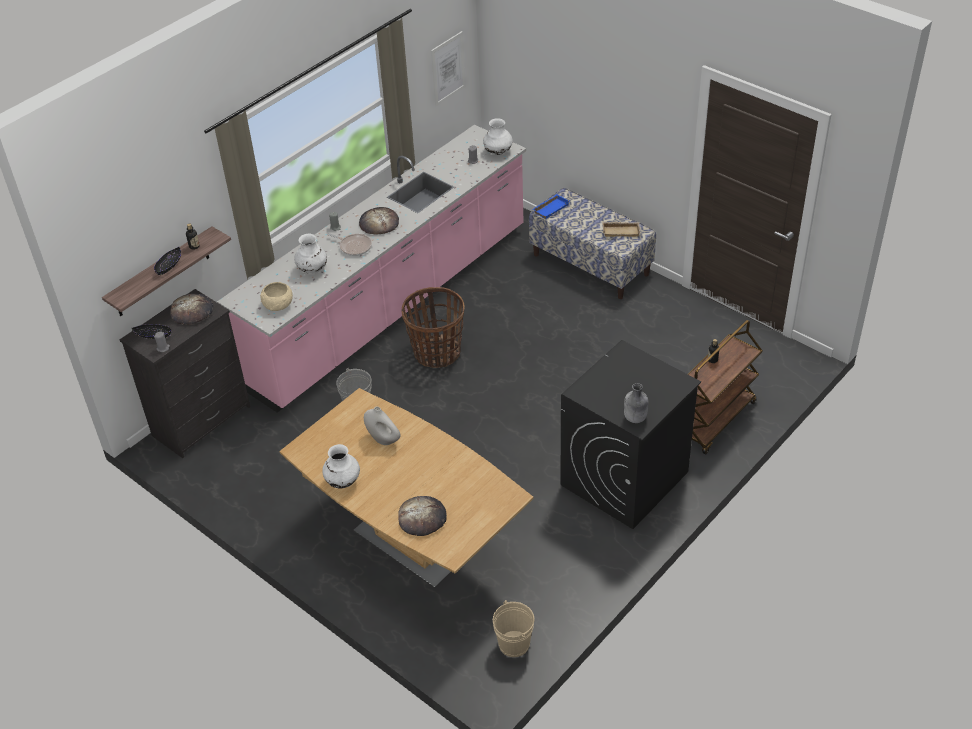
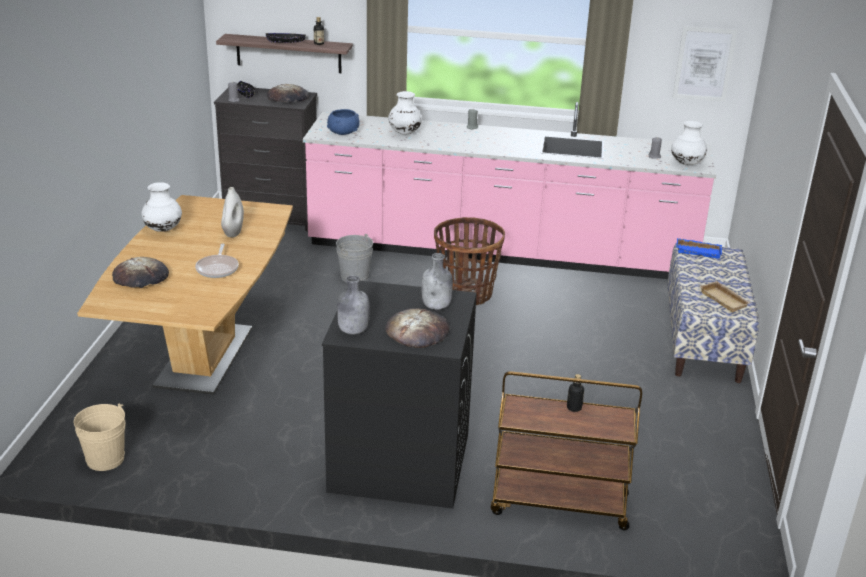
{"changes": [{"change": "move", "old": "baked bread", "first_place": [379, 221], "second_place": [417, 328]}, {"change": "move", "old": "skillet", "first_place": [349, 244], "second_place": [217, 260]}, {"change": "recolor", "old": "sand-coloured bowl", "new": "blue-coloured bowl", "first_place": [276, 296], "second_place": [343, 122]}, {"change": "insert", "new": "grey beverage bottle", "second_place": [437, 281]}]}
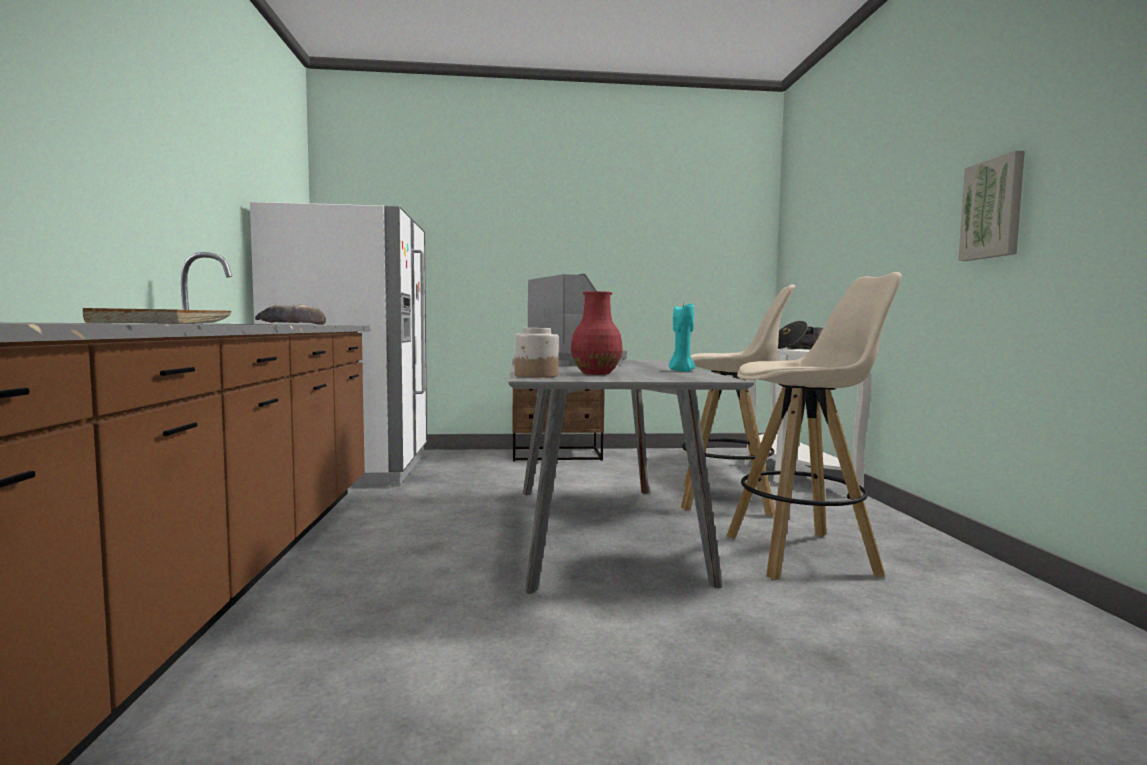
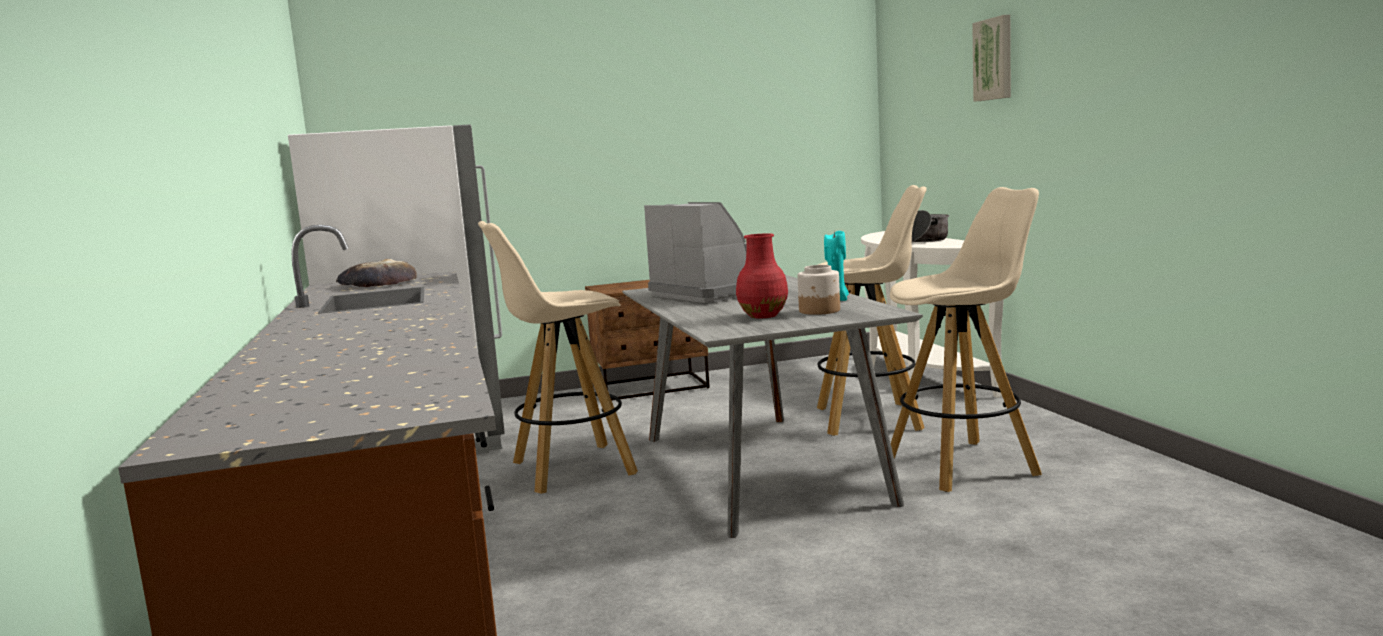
{"changes": [{"change": "move", "old": "wall picture", "first_place": [991, 205], "second_place": [991, 58]}, {"change": "delete", "old": "sand-coloured carrying tray", "first_place": [157, 316]}, {"change": "move", "old": "preserve jar", "first_place": [537, 353], "second_place": [818, 290]}, {"change": "insert", "new": "sand-coloured stool seat", "second_place": [558, 357]}]}
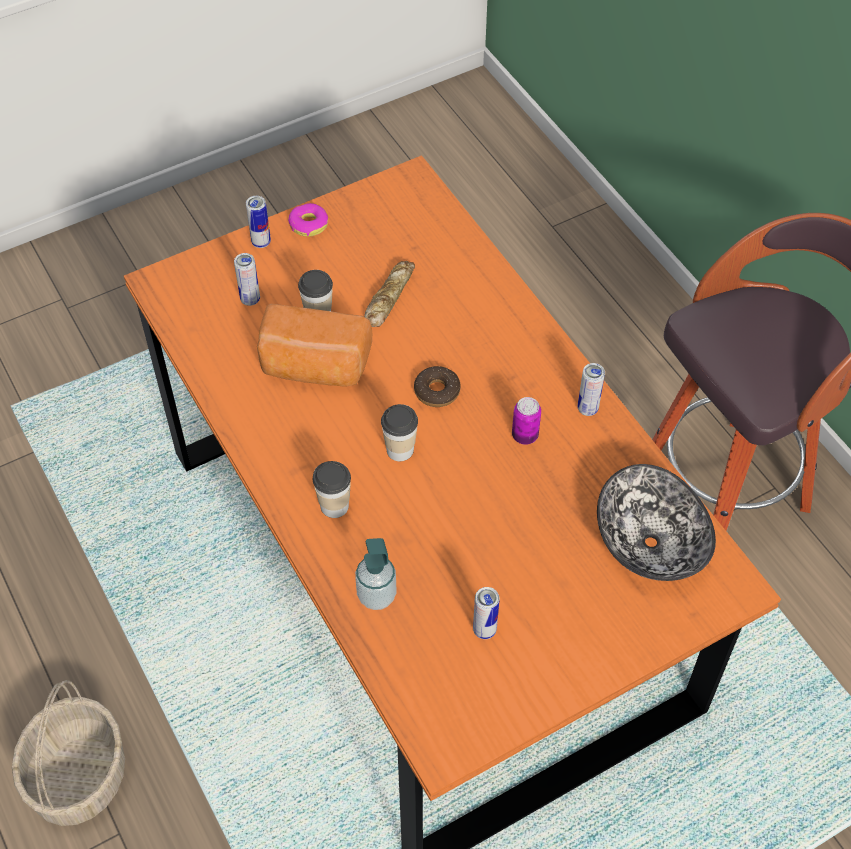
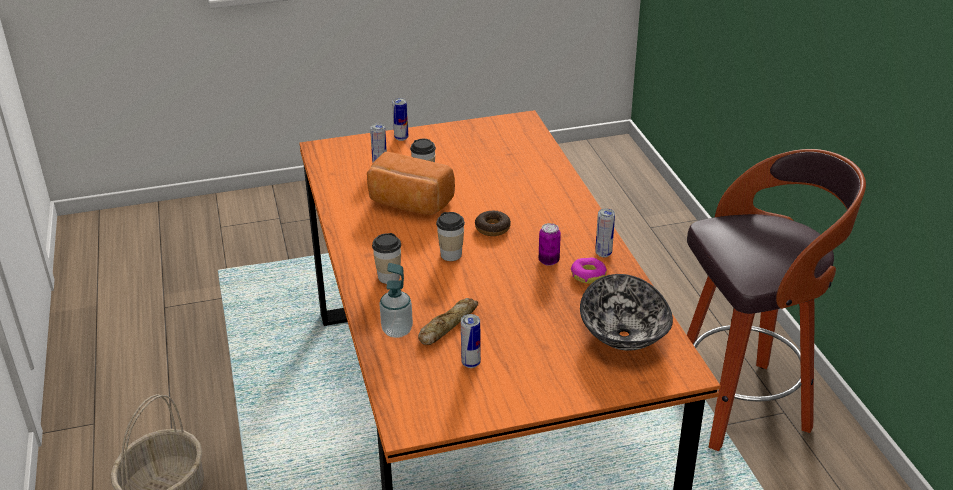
{"changes": [{"change": "move", "old": "donut", "first_place": [308, 220], "second_place": [589, 271]}, {"change": "move", "old": "baked bread", "first_place": [389, 294], "second_place": [448, 321]}]}
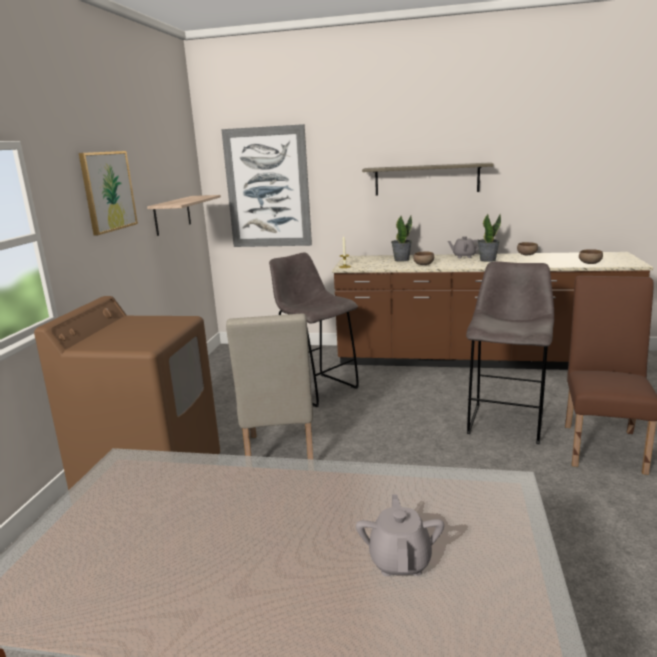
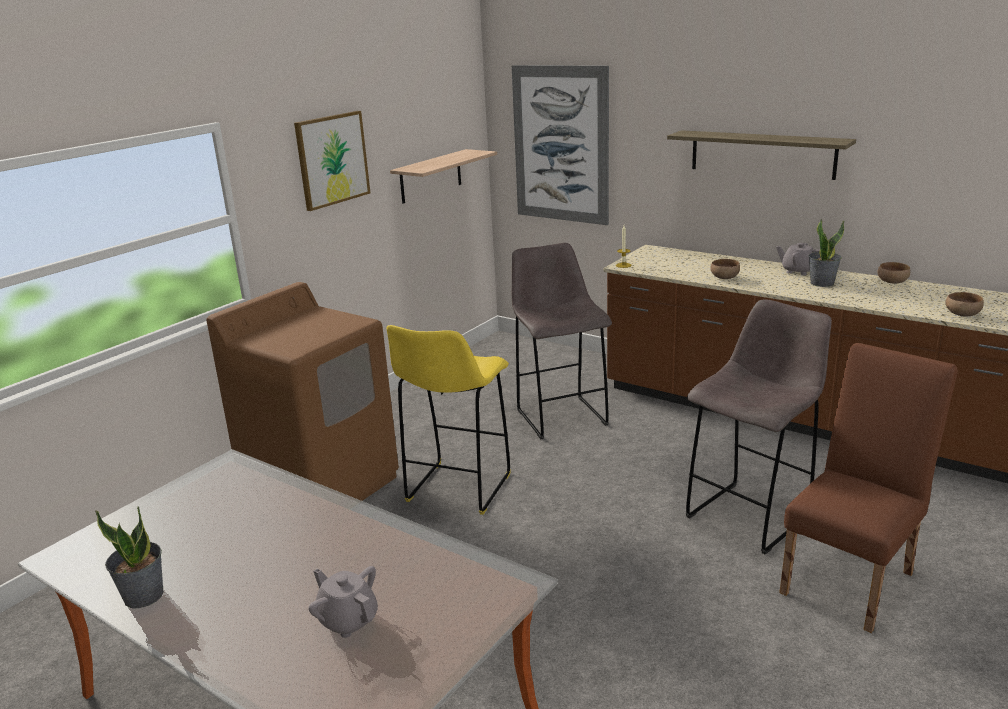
{"changes": [{"change": "move", "old": "potted plant", "first_place": [401, 239], "second_place": [129, 557]}, {"change": "replace", "old": "sand-coloured upright chair", "new": "yellow stool seat", "first_place": [269, 386], "second_place": [449, 420]}, {"change": "rotate", "old": "grey pot for tea", "first_place": [400, 535], "second_place": [343, 602], "degrees": -75}]}
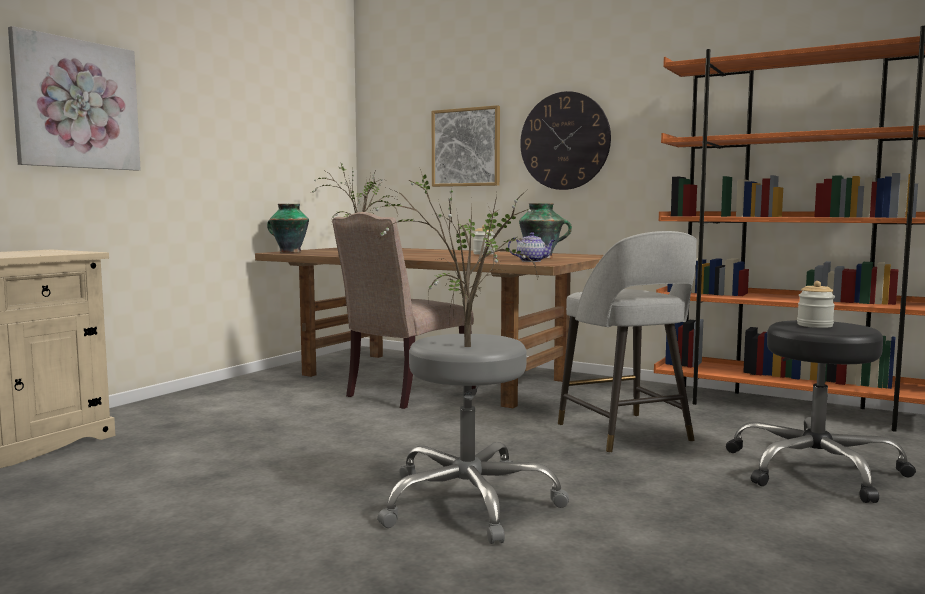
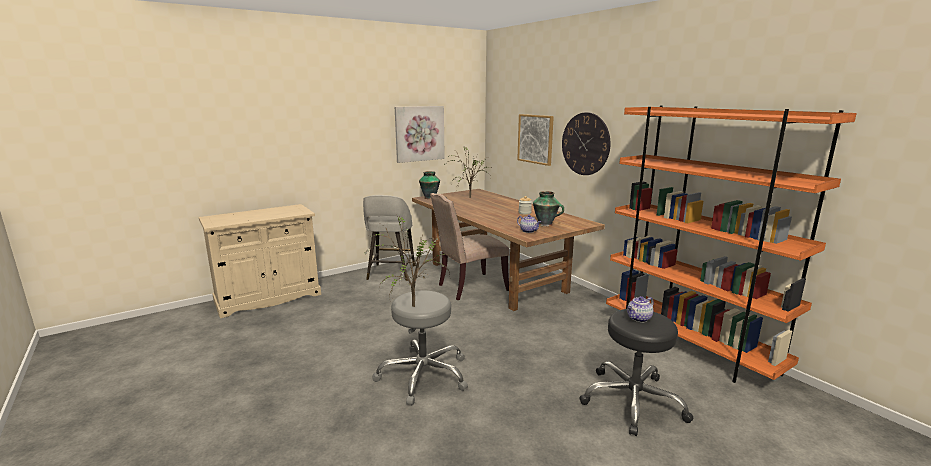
{"changes": [{"change": "move", "old": "wall picture", "first_place": [74, 98], "second_place": [420, 134]}, {"change": "move", "old": "grey stool seat", "first_place": [627, 342], "second_place": [389, 238]}, {"change": "replace", "old": "preserve jar", "new": "pot for tea", "first_place": [816, 304], "second_place": [640, 309]}]}
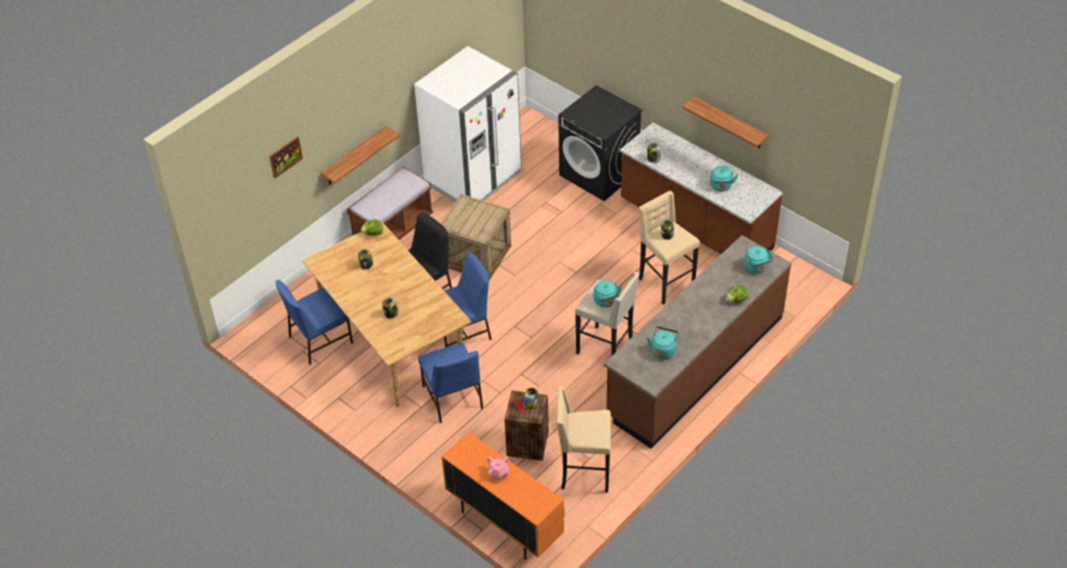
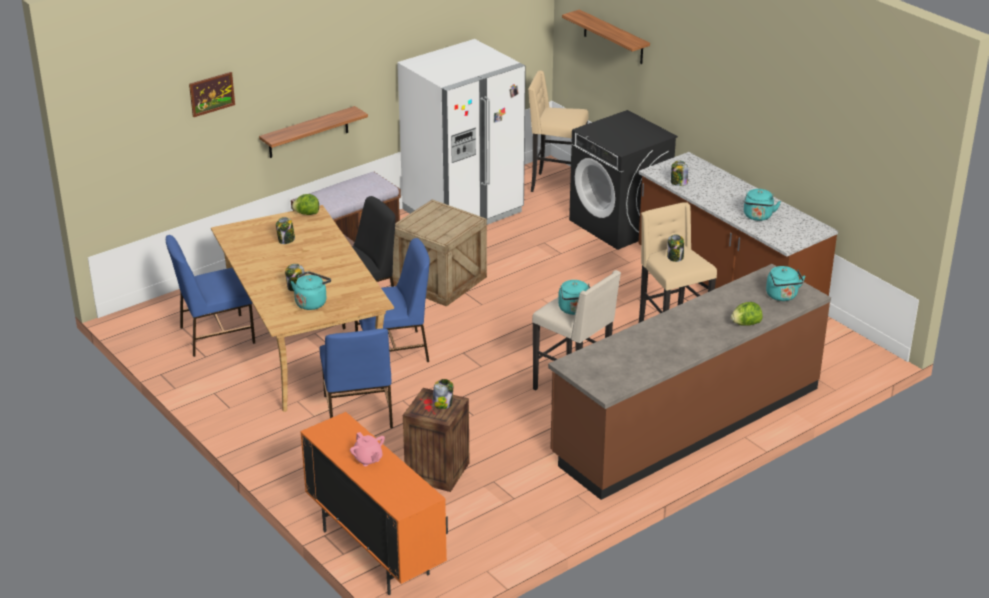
{"changes": [{"change": "move", "old": "shelf", "first_place": [725, 122], "second_place": [606, 36]}, {"change": "move", "old": "turquoise kettle", "first_place": [663, 343], "second_place": [311, 290]}, {"change": "move", "old": "sand-coloured stool seat", "first_place": [583, 439], "second_place": [558, 131]}]}
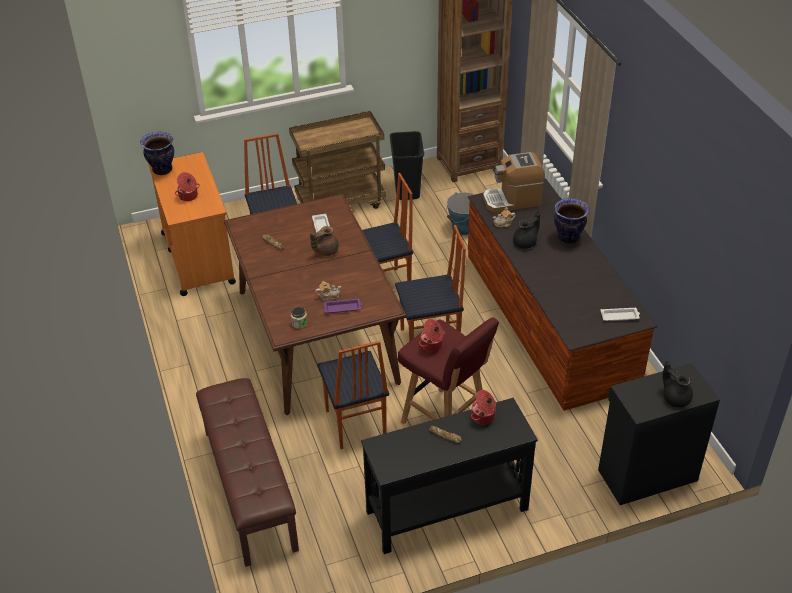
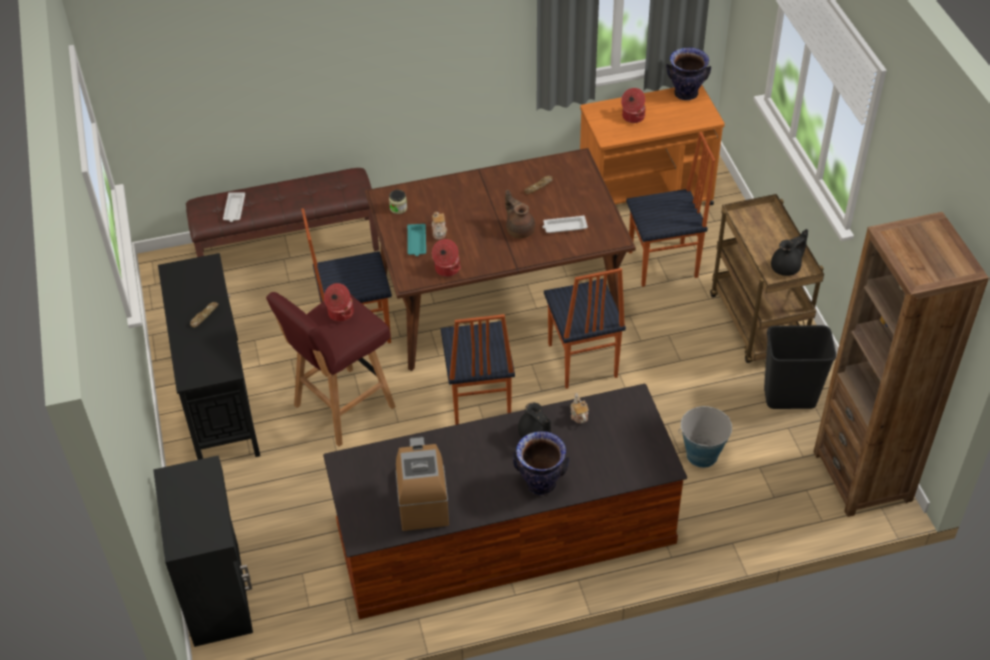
{"changes": [{"change": "move", "old": "coffee machine", "first_place": [514, 182], "second_place": [422, 483]}, {"change": "recolor", "old": "purple carrying tray", "new": "turquoise carrying tray", "first_place": [342, 306], "second_place": [416, 240]}, {"change": "move", "old": "white-coloured carrying tray", "first_place": [620, 314], "second_place": [234, 207]}, {"change": "move", "old": "black pot for tea", "first_place": [677, 384], "second_place": [789, 252]}, {"change": "move", "old": "stockpot", "first_place": [483, 407], "second_place": [446, 258]}]}
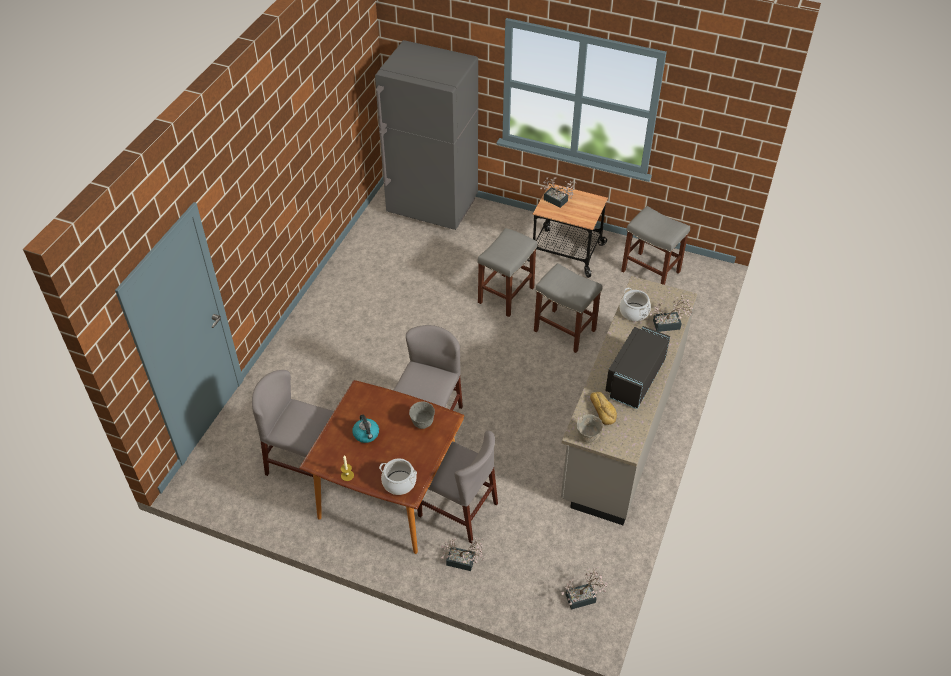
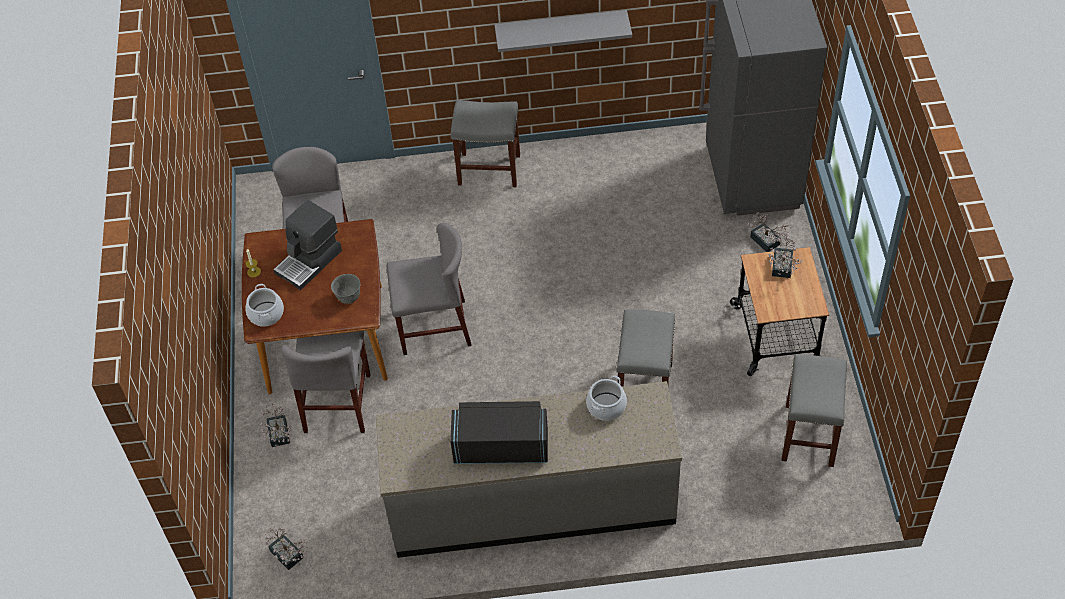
{"changes": [{"change": "move", "old": "grey stool seat", "first_place": [507, 272], "second_place": [485, 143]}, {"change": "move", "old": "potted plant", "first_place": [671, 313], "second_place": [768, 232]}, {"change": "delete", "old": "baked bread", "first_place": [603, 408]}, {"change": "delete", "old": "grey bowl", "first_place": [590, 428]}, {"change": "replace", "old": "kettle", "new": "coffee machine", "first_place": [365, 429], "second_place": [307, 245]}, {"change": "insert", "new": "grey shelf", "second_place": [563, 31]}]}
